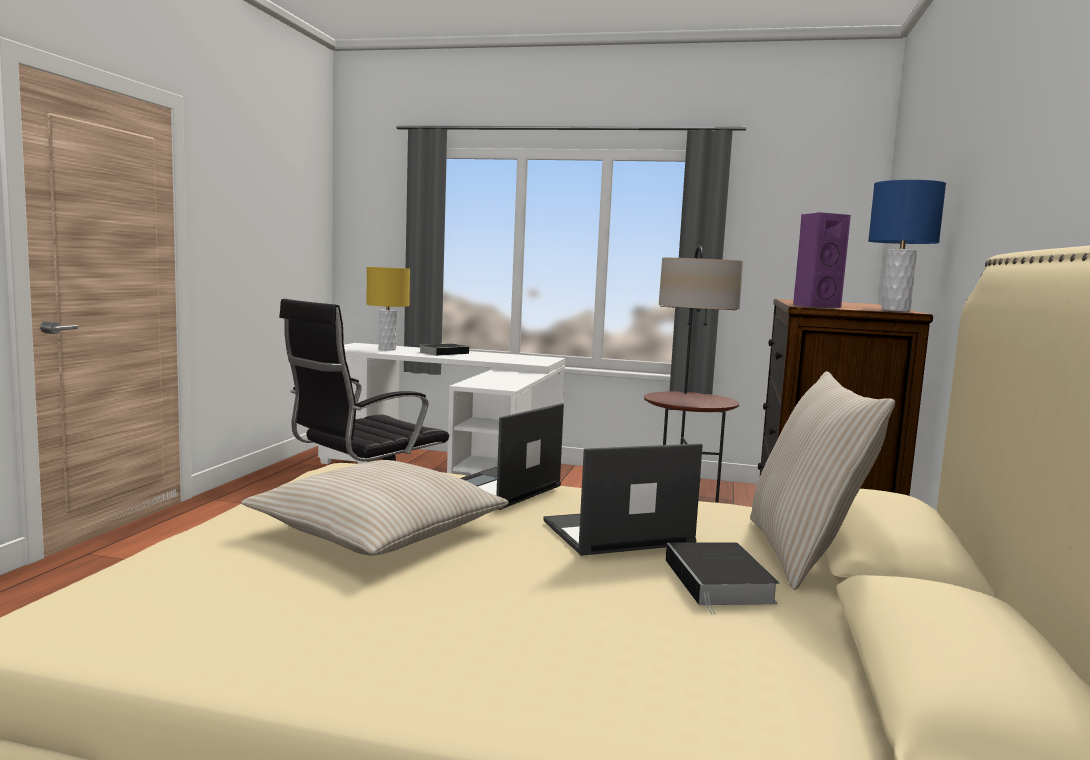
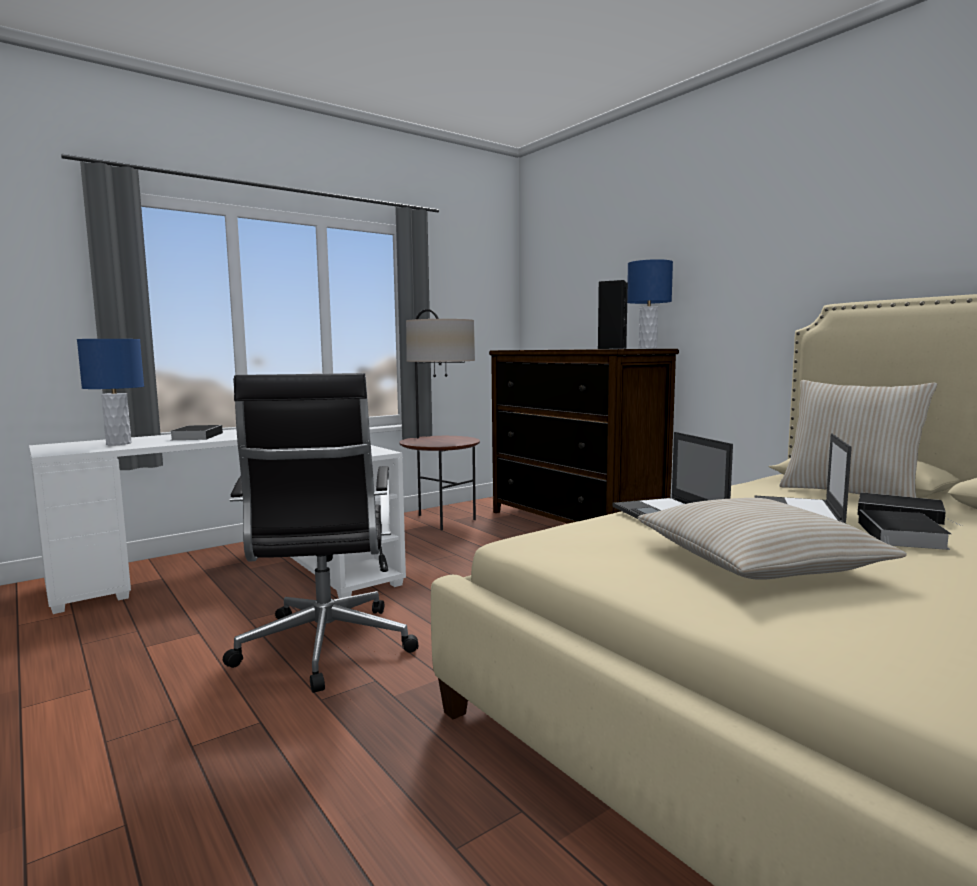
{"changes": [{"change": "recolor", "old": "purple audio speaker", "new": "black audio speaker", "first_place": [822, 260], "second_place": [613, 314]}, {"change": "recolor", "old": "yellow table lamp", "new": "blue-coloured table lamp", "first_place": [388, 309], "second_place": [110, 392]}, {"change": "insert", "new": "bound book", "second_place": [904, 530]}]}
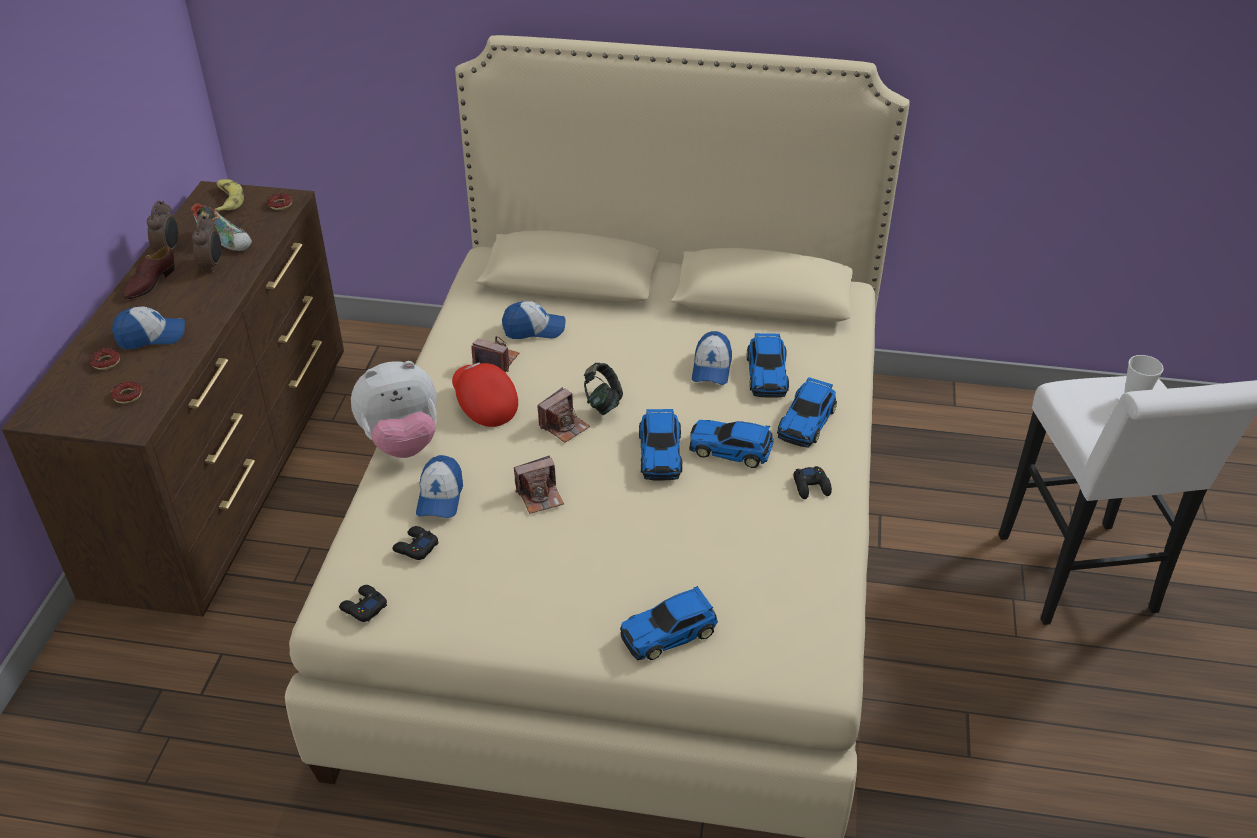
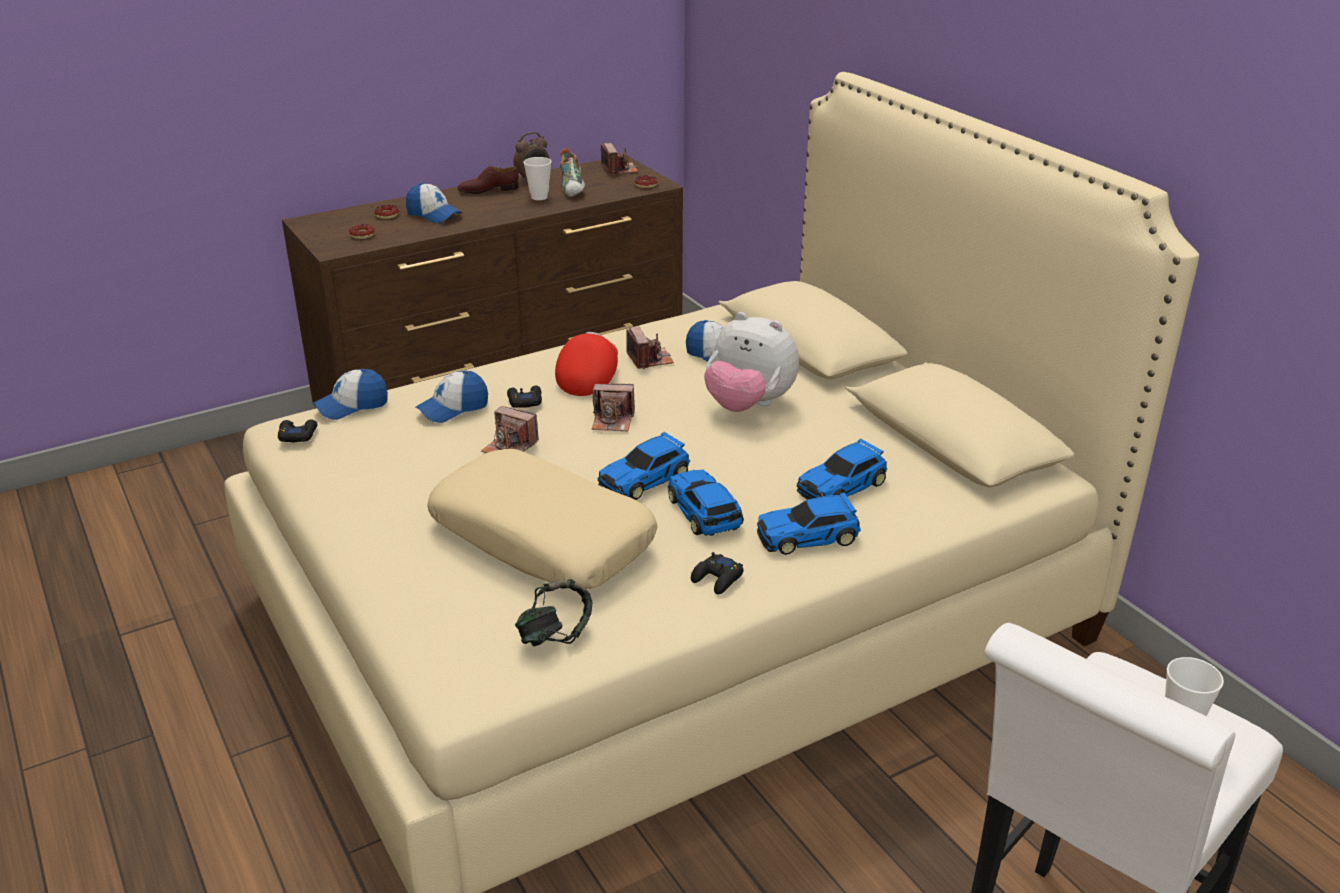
{"changes": [{"change": "replace", "old": "banana fruit", "new": "still camera", "first_place": [229, 195], "second_place": [619, 159]}, {"change": "replace", "old": "table clock", "new": "cup", "first_place": [206, 244], "second_place": [537, 178]}, {"change": "move", "old": "baseball cap", "first_place": [712, 358], "second_place": [350, 394]}, {"change": "move", "old": "soft toy", "first_place": [394, 409], "second_place": [751, 362]}, {"change": "move", "old": "pair of headphones", "first_place": [603, 389], "second_place": [553, 612]}, {"change": "move", "old": "black joypad", "first_place": [415, 543], "second_place": [524, 397]}, {"change": "delete", "old": "miniature car", "first_place": [669, 623]}, {"change": "insert", "new": "sand-coloured pillow", "second_place": [542, 519]}]}
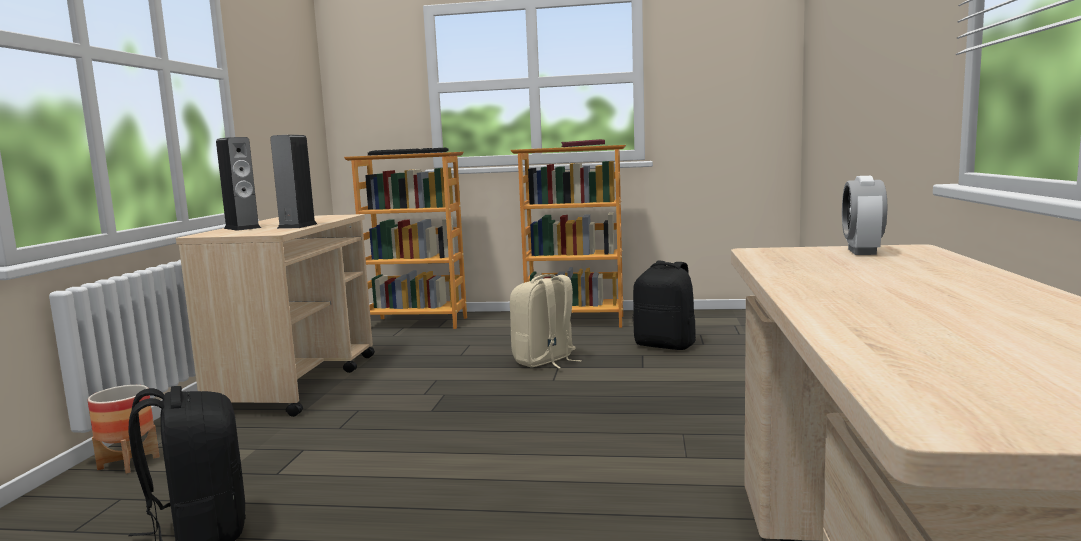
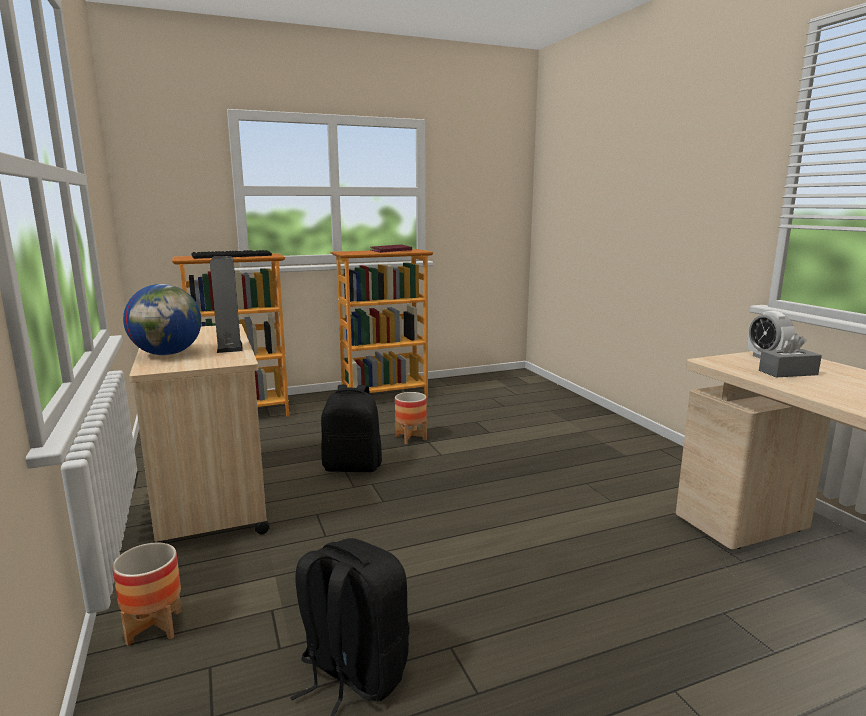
{"changes": [{"change": "replace", "old": "audio speaker", "new": "world globe", "first_place": [238, 184], "second_place": [162, 319]}, {"change": "move", "old": "black knapsack", "first_place": [664, 305], "second_place": [351, 428]}, {"change": "replace", "old": "sand-coloured knapsack", "new": "flower pot", "first_place": [546, 321], "second_place": [411, 418]}, {"change": "insert", "new": "grey tissue box", "second_place": [790, 355]}]}
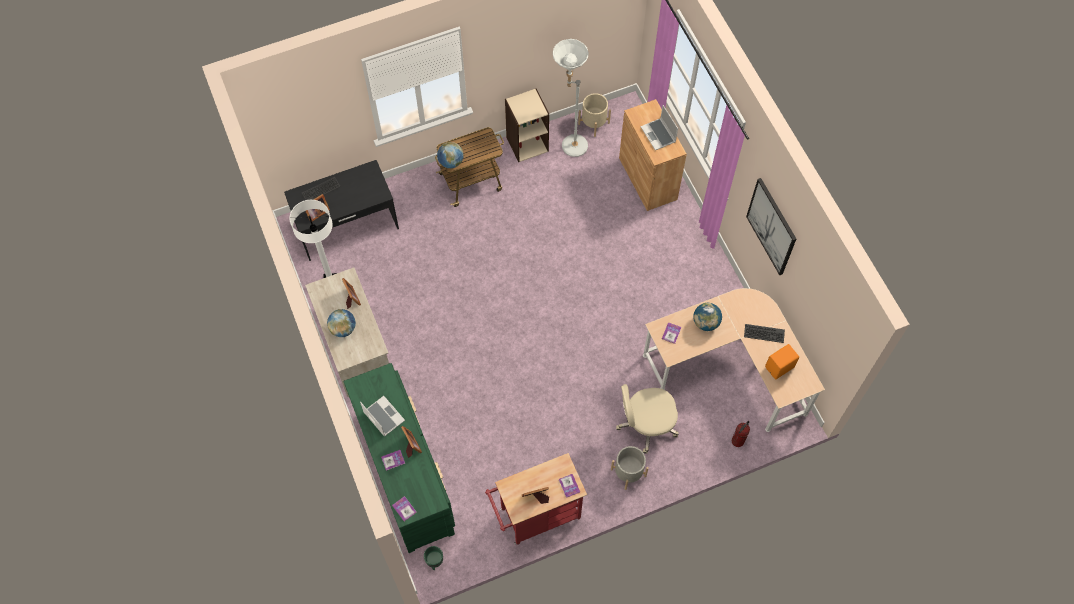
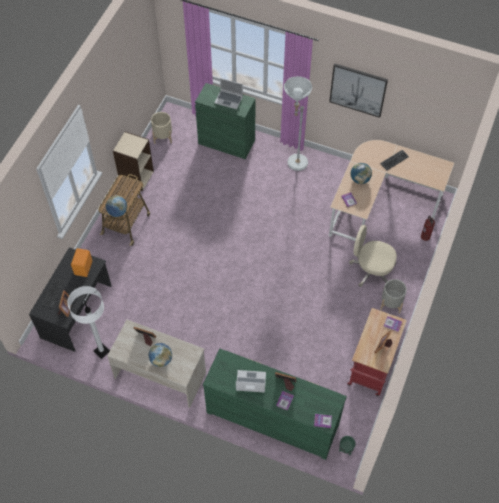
{"changes": [{"change": "move", "old": "white-coloured standing lamp", "first_place": [571, 98], "second_place": [298, 123]}, {"change": "recolor", "old": "brown cabinet", "new": "green-coloured cabinet", "first_place": [653, 155], "second_place": [225, 121]}, {"change": "move", "old": "orangey audio speaker", "first_place": [782, 361], "second_place": [81, 262]}, {"change": "rotate", "old": "sand-coloured computer chair", "first_place": [647, 419], "second_place": [373, 256], "degrees": 75}]}
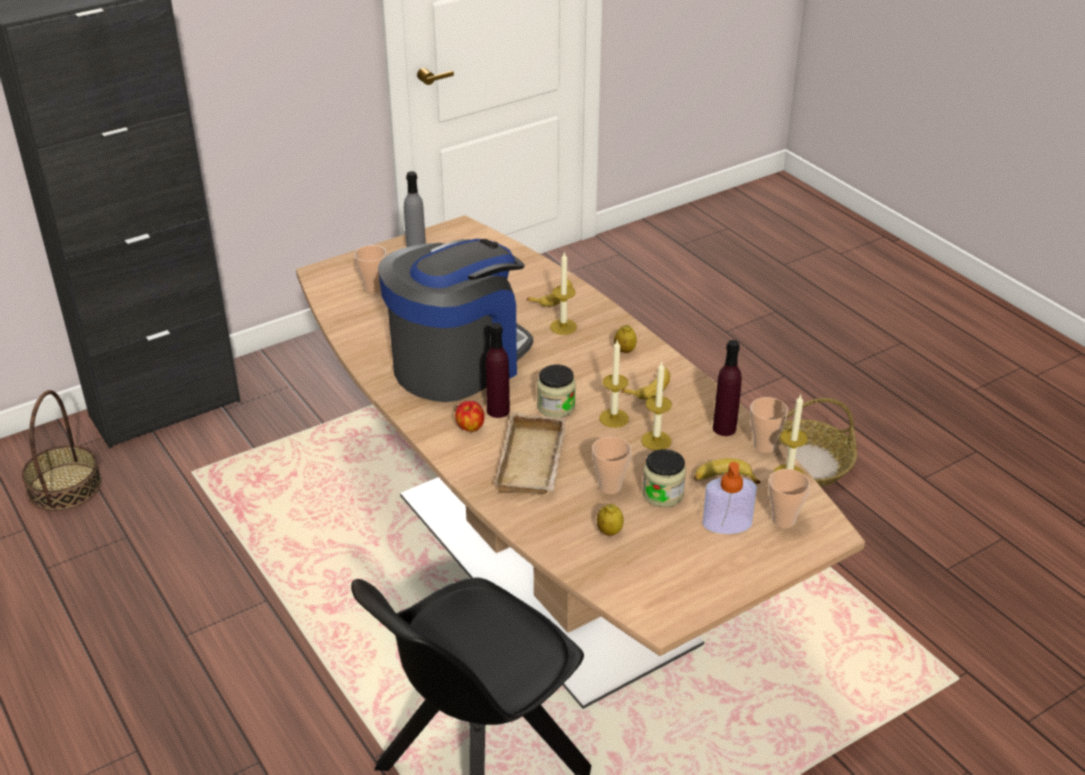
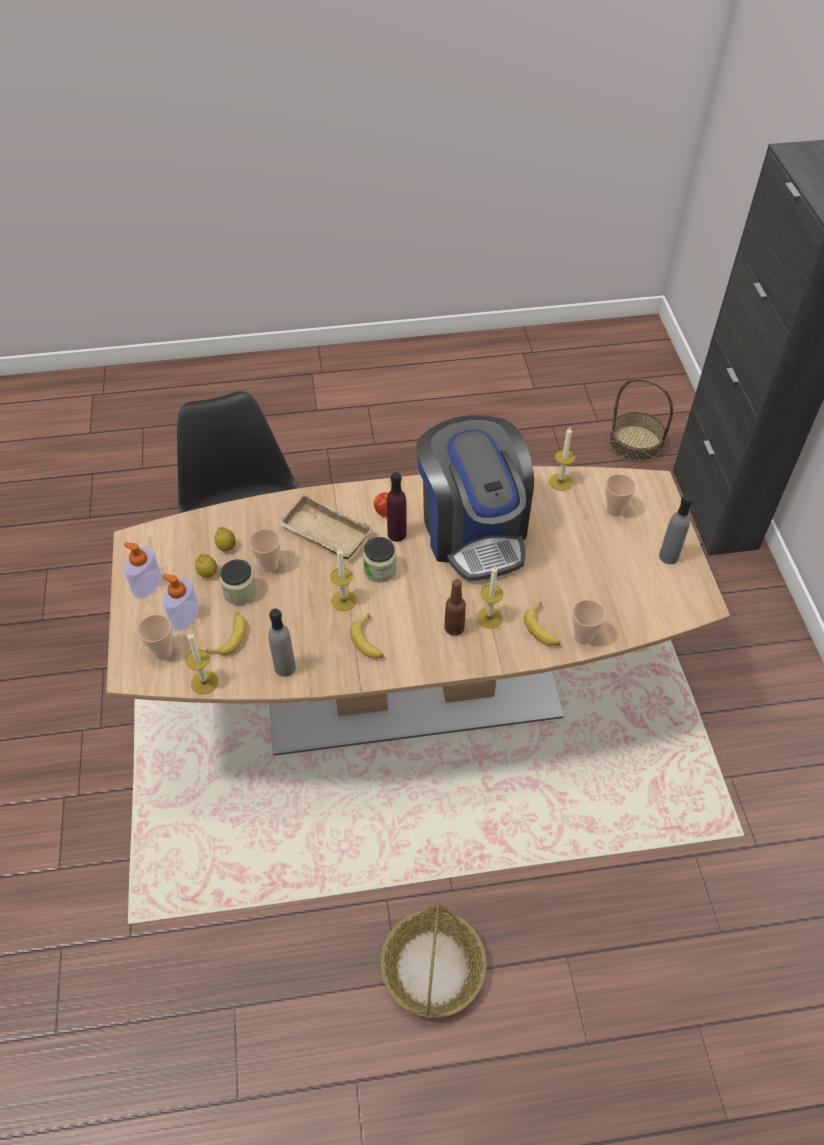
{"changes": [{"change": "move", "old": "whole lemon", "first_place": [625, 339], "second_place": [206, 566]}, {"change": "recolor", "old": "purple beverage bottle", "new": "grey beverage bottle", "first_place": [727, 388], "second_place": [282, 643]}, {"change": "move", "old": "candle", "first_place": [656, 405], "second_place": [562, 459]}, {"change": "move", "old": "cup", "first_place": [769, 425], "second_place": [589, 622]}, {"change": "insert", "new": "soap bottle", "second_place": [142, 570]}, {"change": "insert", "new": "brown beverage bottle", "second_place": [455, 607]}]}
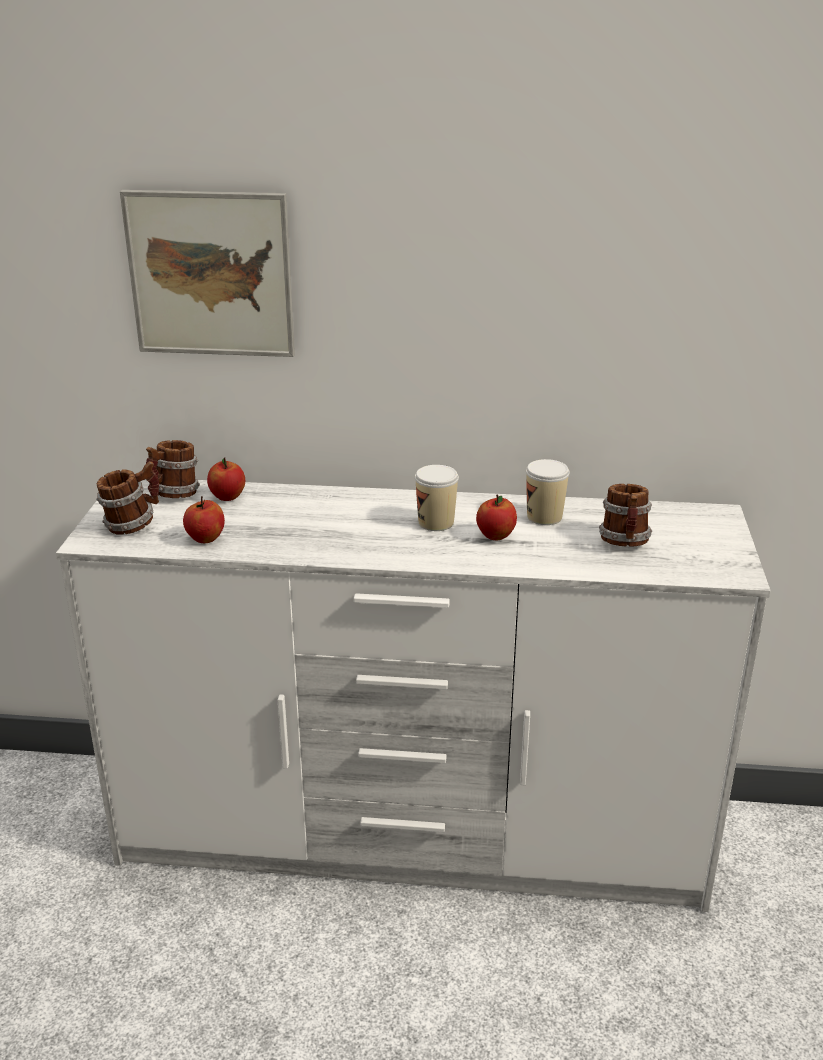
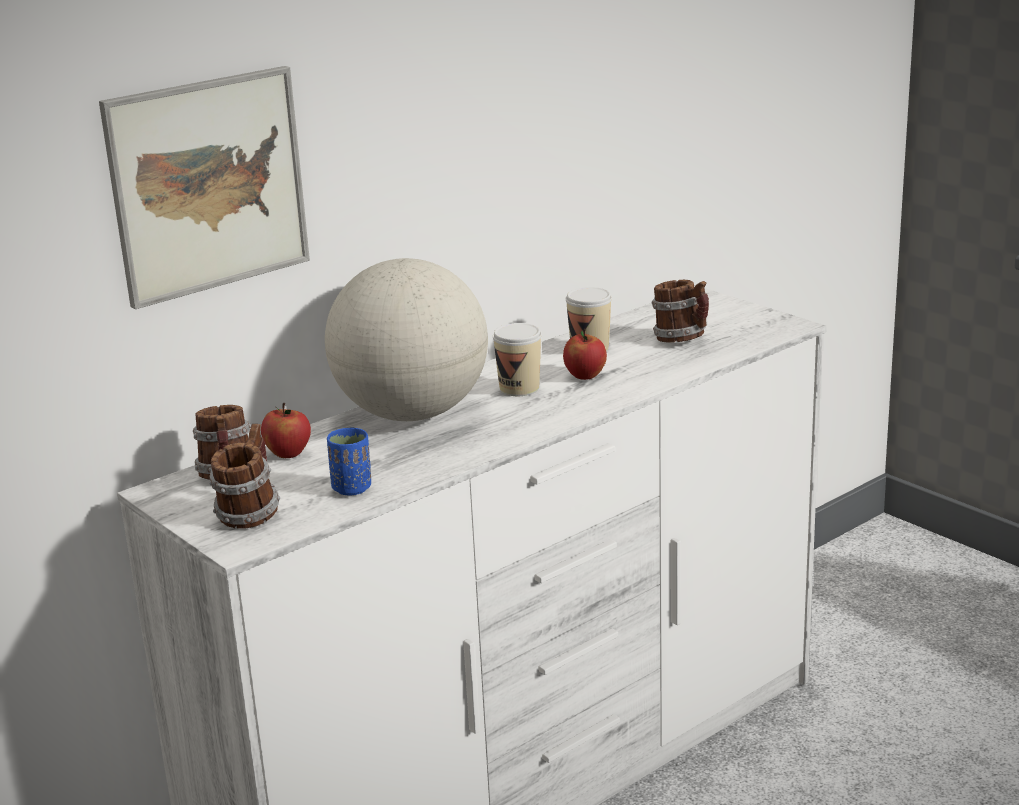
{"changes": [{"change": "replace", "old": "apple", "new": "blue-coloured cup", "first_place": [204, 519], "second_place": [349, 462]}, {"change": "insert", "new": "world globe", "second_place": [406, 339]}]}
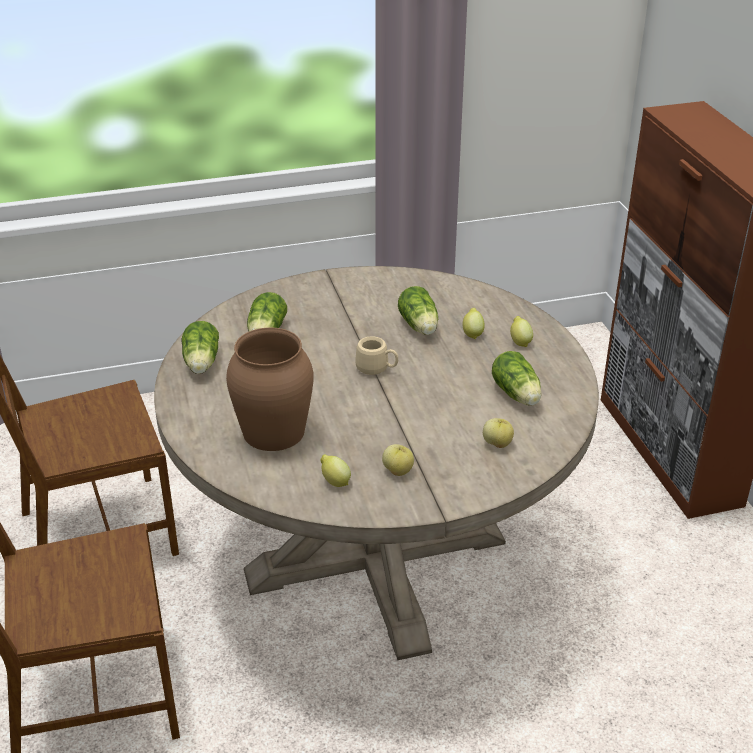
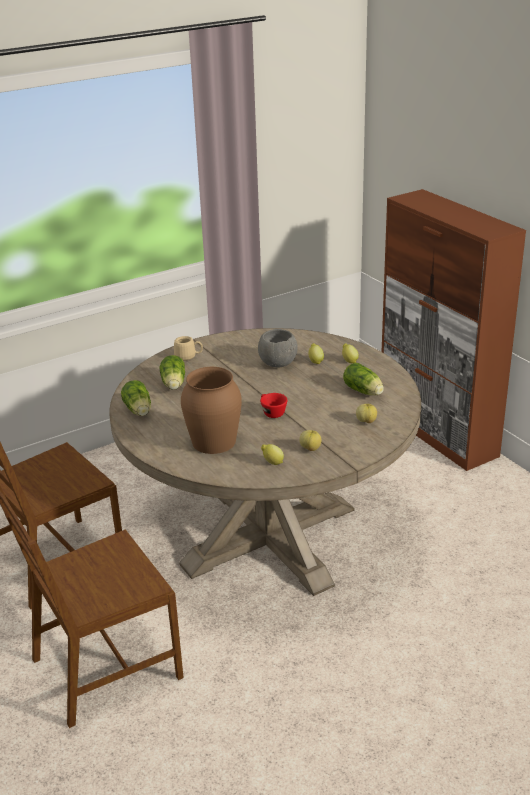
{"changes": [{"change": "replace", "old": "lettuce head", "new": "grey bowl", "first_place": [418, 310], "second_place": [278, 348]}, {"change": "move", "old": "sand-coloured tea mug", "first_place": [376, 356], "second_place": [188, 348]}, {"change": "insert", "new": "red cup", "second_place": [273, 405]}]}
